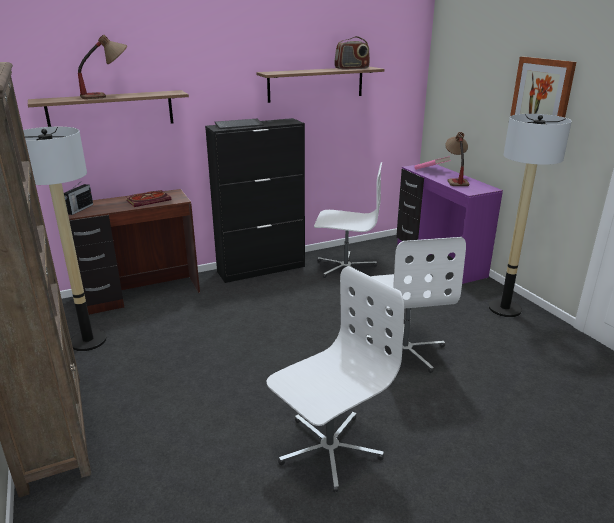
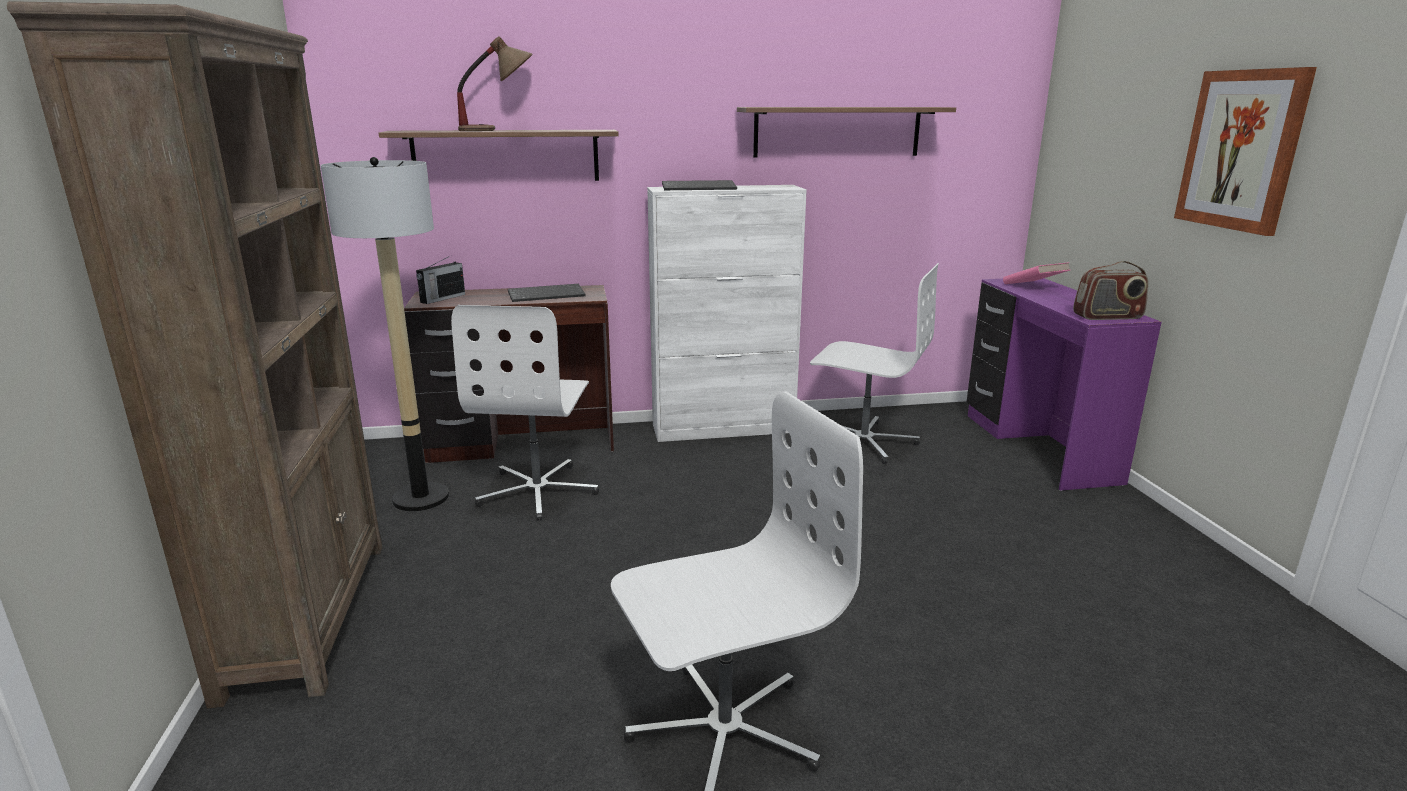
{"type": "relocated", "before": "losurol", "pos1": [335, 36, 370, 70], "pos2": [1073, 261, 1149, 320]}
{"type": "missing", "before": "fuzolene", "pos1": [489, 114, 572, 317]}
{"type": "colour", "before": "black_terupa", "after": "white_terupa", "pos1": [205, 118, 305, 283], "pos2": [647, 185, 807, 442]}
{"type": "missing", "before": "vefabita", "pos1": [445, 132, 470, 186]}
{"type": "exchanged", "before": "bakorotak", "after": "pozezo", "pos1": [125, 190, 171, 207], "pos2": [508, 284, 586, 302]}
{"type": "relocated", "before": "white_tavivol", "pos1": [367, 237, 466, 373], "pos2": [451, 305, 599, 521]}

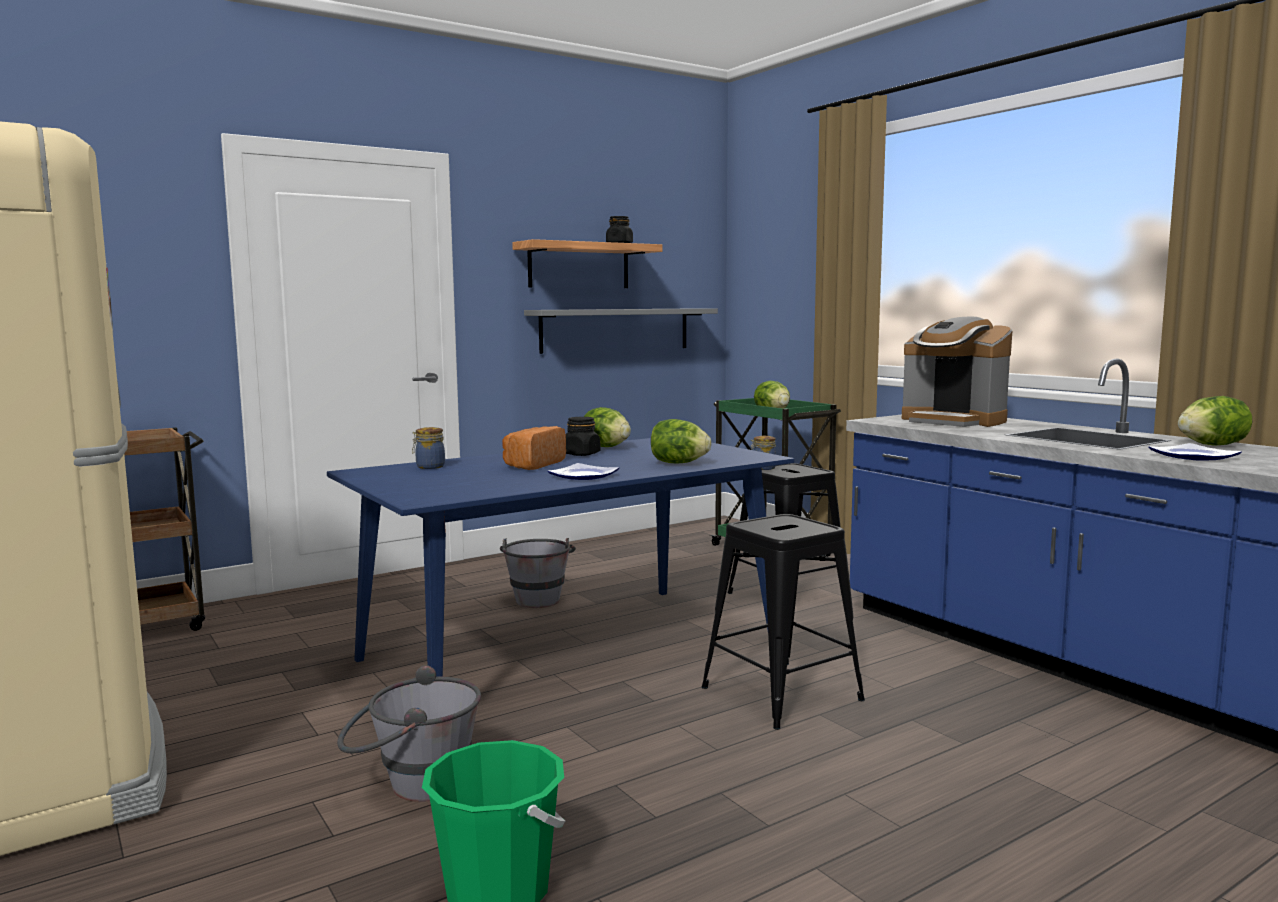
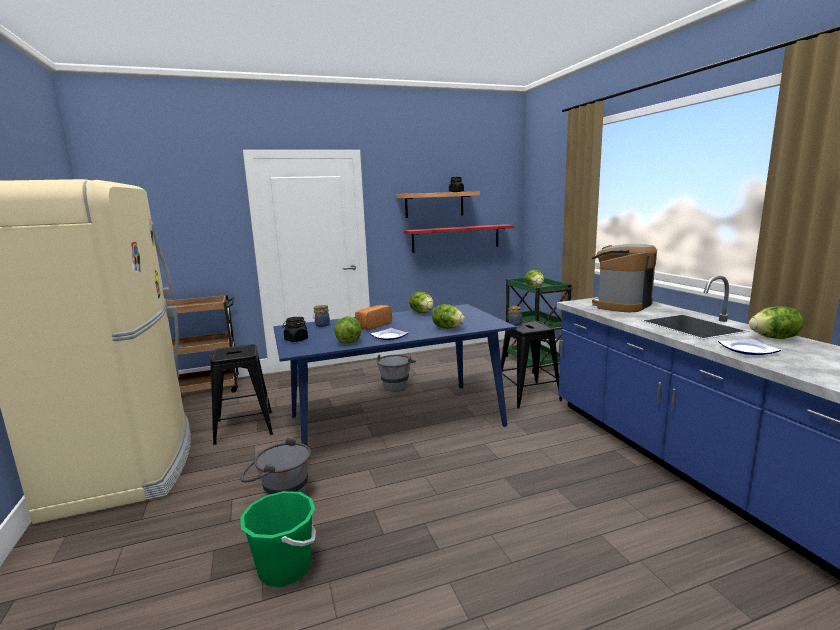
{"type": "colour", "before": "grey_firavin", "after": "red_firavin", "pos1": [524, 308, 718, 354], "pos2": [403, 224, 515, 253]}
{"type": "spun", "before": "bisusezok", "pos1": [902, 317, 1012, 427], "pos2": [592, 244, 657, 312], "turn": 75}
{"type": "relocated", "before": "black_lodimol", "pos1": [566, 417, 600, 456], "pos2": [283, 317, 308, 342]}
{"type": "relocated", "before": "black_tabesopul", "pos1": [702, 514, 865, 730], "pos2": [210, 344, 273, 445]}
{"type": "appeared", "after": "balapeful", "pos2": [334, 316, 361, 344]}

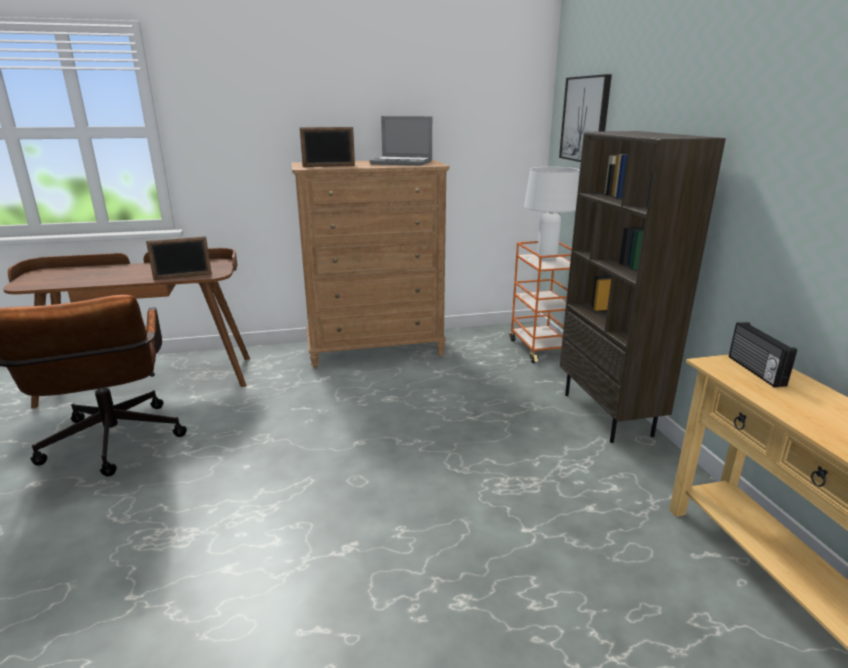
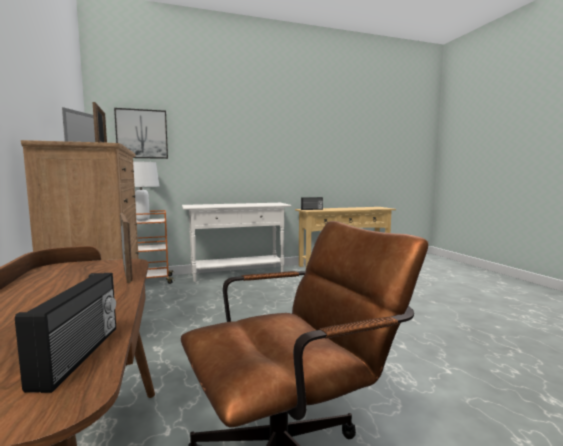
{"type": "exchanged", "before": "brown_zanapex", "after": "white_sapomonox", "pos1": [560, 131, 726, 443], "pos2": [182, 203, 291, 282]}
{"type": "appeared", "after": "losurol", "pos2": [15, 273, 116, 393]}

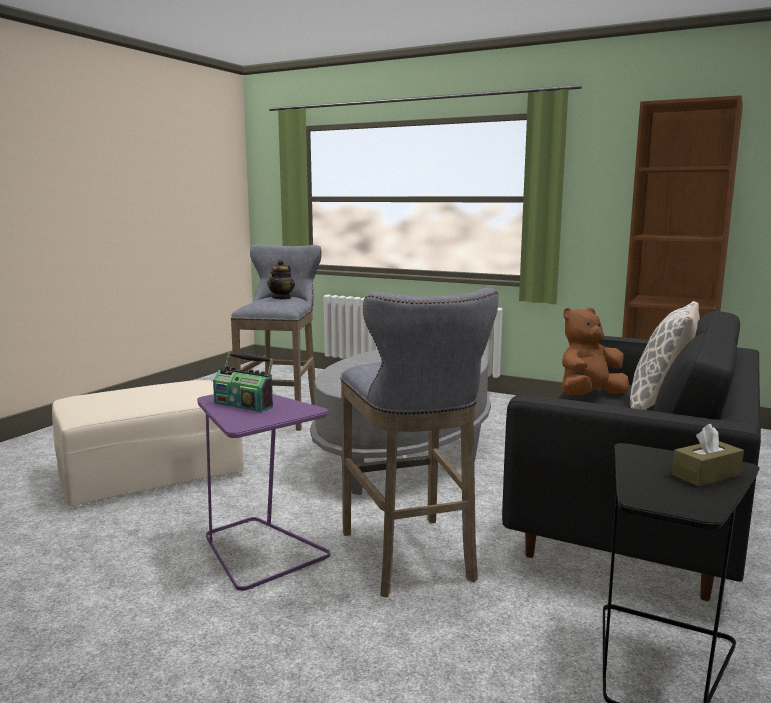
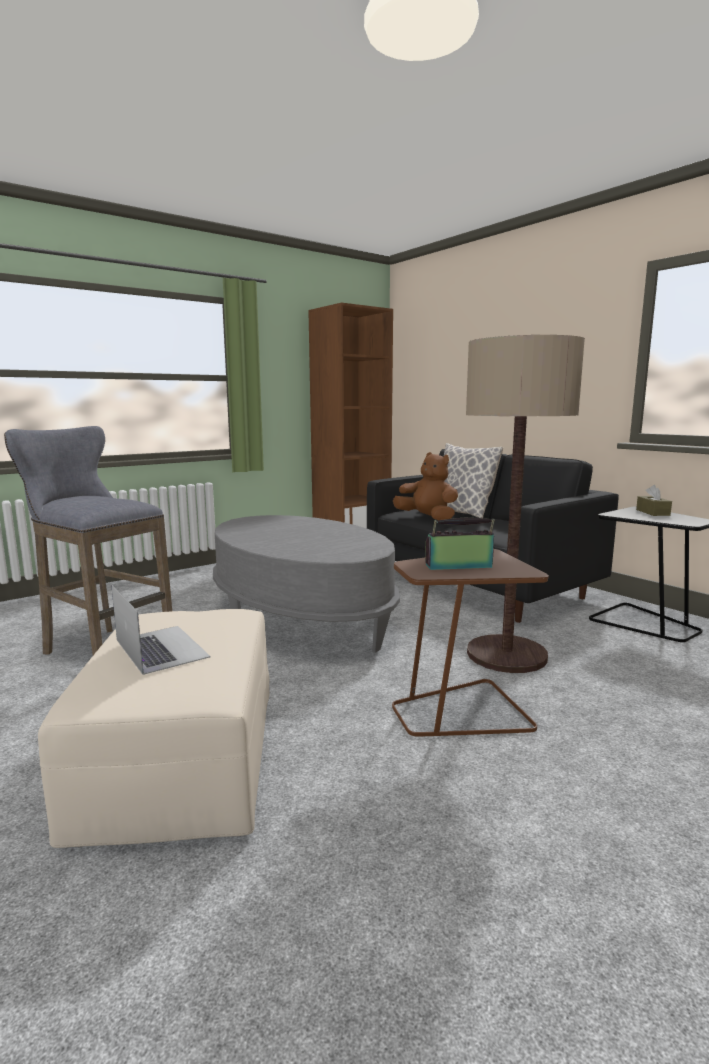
{"type": "missing", "before": "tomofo", "pos1": [267, 260, 295, 299]}
{"type": "exchanged", "before": "grey_tabesopul", "after": "fuzolene", "pos1": [340, 288, 498, 597], "pos2": [466, 335, 585, 673]}
{"type": "spun", "before": "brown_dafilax", "pos1": [562, 307, 629, 395], "pos2": [393, 452, 458, 520], "turn": 135}
{"type": "spun", "before": "losurol", "pos1": [213, 352, 273, 412], "pos2": [425, 518, 495, 570], "turn": -150}
{"type": "colour", "before": "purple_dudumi", "after": "brown_dudumi", "pos1": [197, 394, 330, 591], "pos2": [392, 549, 549, 736]}
{"type": "appeared", "after": "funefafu", "pos2": [111, 585, 211, 675]}

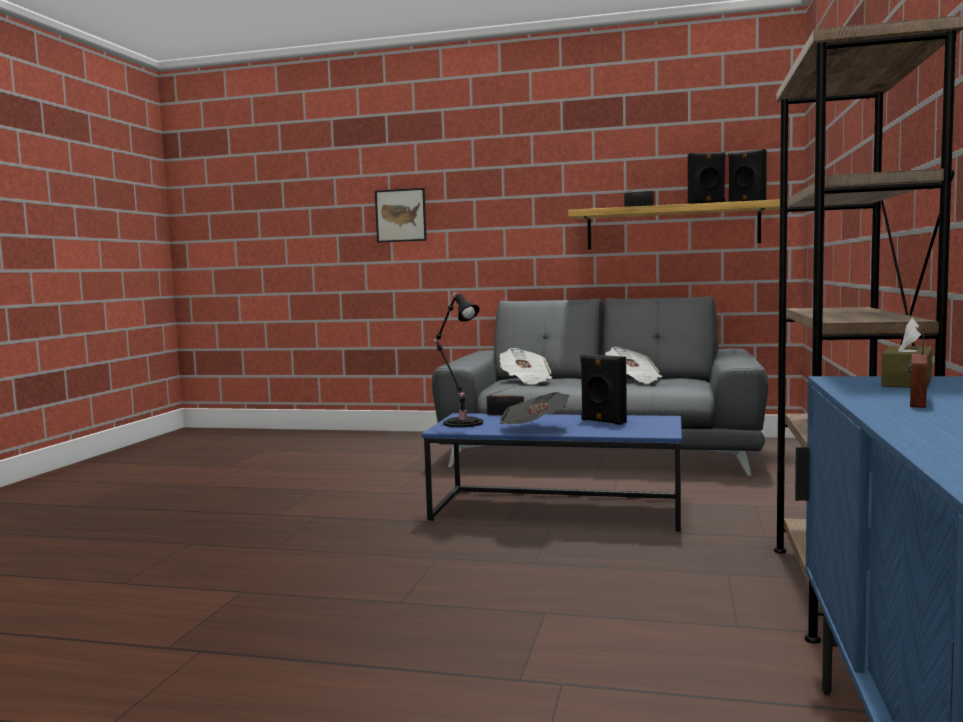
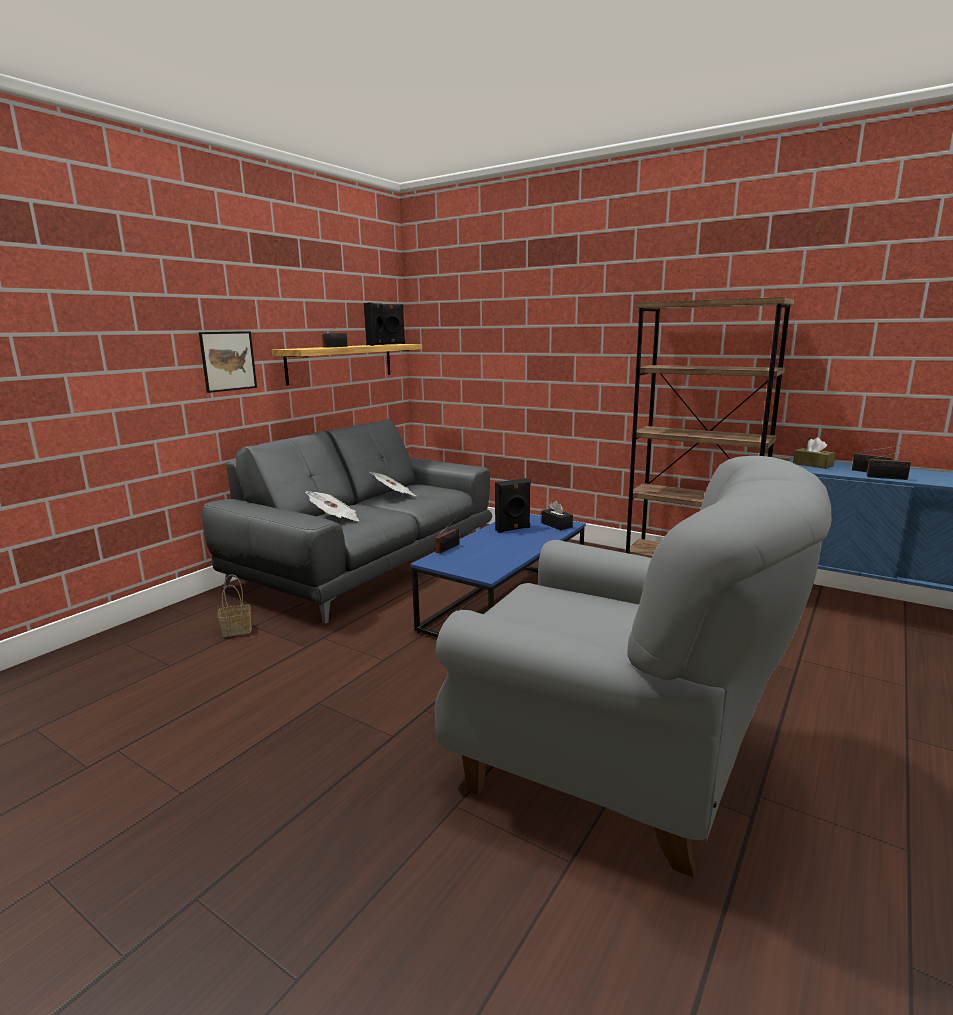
{"type": "relocated", "before": "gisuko", "pos1": [375, 188, 427, 243], "pos2": [199, 331, 257, 393]}
{"type": "missing", "before": "black_vefabita", "pos1": [433, 293, 483, 427]}
{"type": "missing", "before": "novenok", "pos1": [499, 392, 569, 424]}
{"type": "appeared", "after": "losurol", "pos2": [867, 448, 918, 480]}
{"type": "appeared", "after": "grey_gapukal", "pos2": [435, 456, 832, 878]}
{"type": "appeared", "after": "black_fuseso", "pos2": [541, 501, 573, 530]}
{"type": "appeared", "after": "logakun", "pos2": [218, 574, 252, 637]}

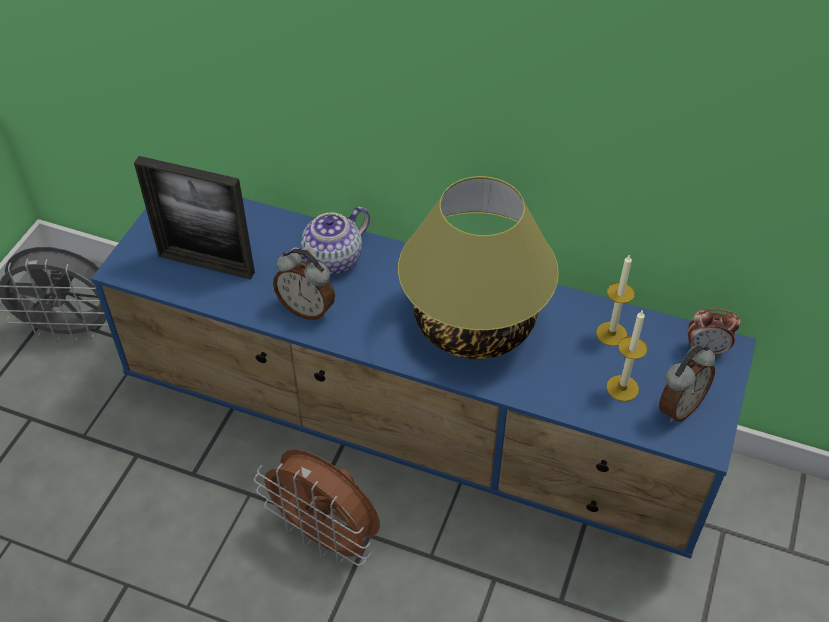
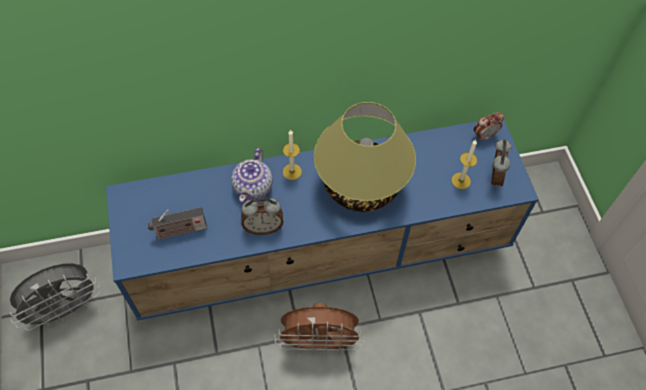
{"type": "exchanged", "before": "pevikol", "after": "losurol", "pos1": [134, 156, 255, 279], "pos2": [148, 207, 207, 240]}
{"type": "relocated", "before": "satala", "pos1": [596, 254, 635, 346], "pos2": [283, 130, 302, 180]}

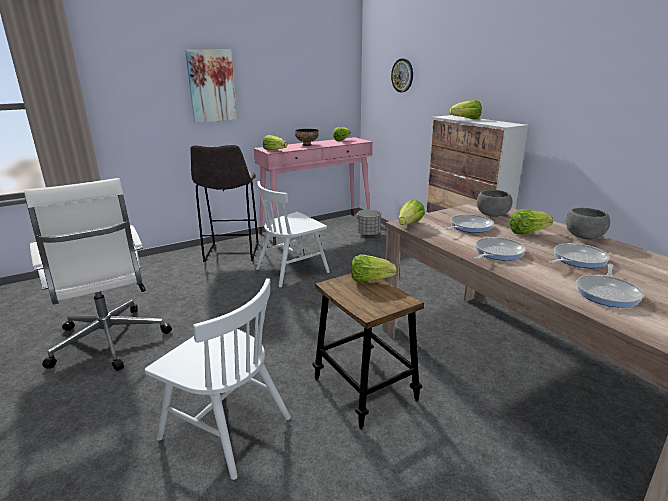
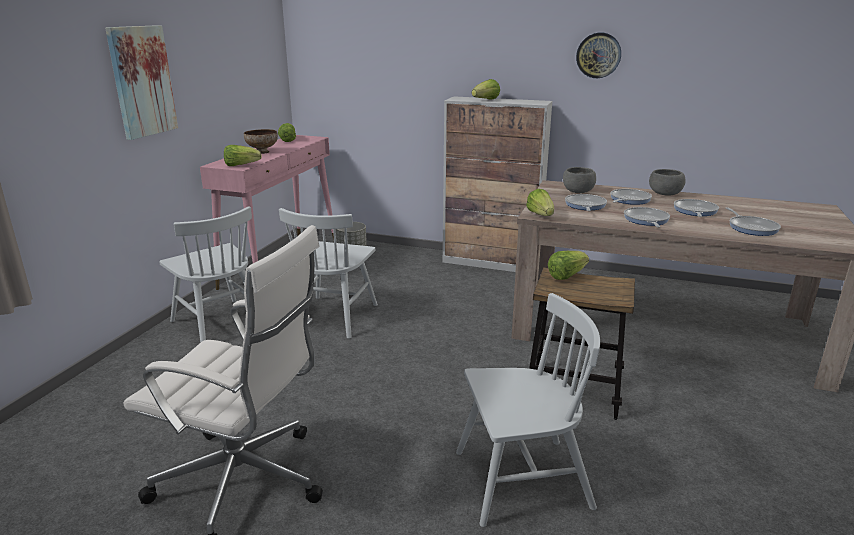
{"type": "relocated", "before": "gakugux", "pos1": [391, 59, 413, 92], "pos2": [576, 33, 621, 78]}
{"type": "exchanged", "before": "grey_tabesopul", "after": "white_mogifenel", "pos1": [190, 145, 259, 262], "pos2": [159, 206, 252, 343]}
{"type": "exchanged", "before": "balapeful", "after": "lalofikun", "pos1": [510, 209, 553, 234], "pos2": [610, 189, 652, 205]}

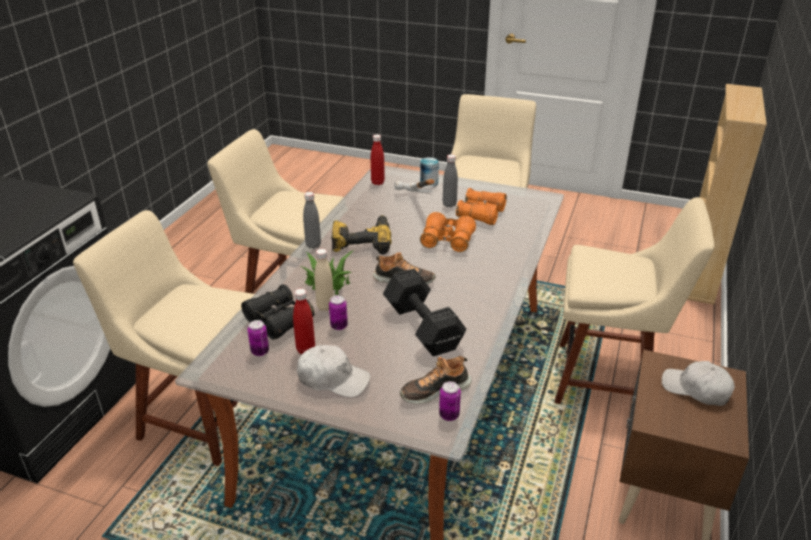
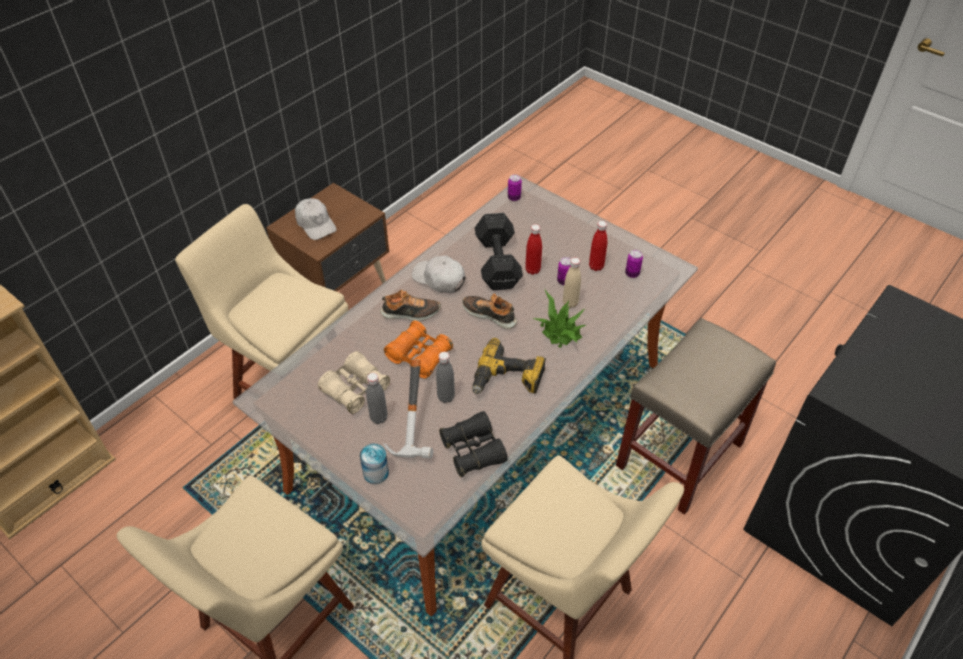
{"type": "relocated", "before": "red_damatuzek", "pos1": [371, 134, 385, 185], "pos2": [525, 224, 542, 275]}
{"type": "colour", "before": "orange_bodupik", "after": "beige_bodupik", "pos1": [456, 188, 507, 225], "pos2": [318, 351, 390, 414]}
{"type": "relocated", "before": "grey_damatuzek", "pos1": [303, 192, 321, 249], "pos2": [436, 352, 455, 403]}
{"type": "exchanged", "before": "beige_mogifenel", "after": "beige_tabesopul", "pos1": [73, 210, 254, 466], "pos2": [616, 318, 776, 515]}
{"type": "relocated", "before": "black_bodupik", "pos1": [241, 284, 315, 340], "pos2": [439, 411, 508, 477]}
{"type": "relocated", "before": "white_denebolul", "pos1": [297, 345, 370, 398], "pos2": [412, 256, 466, 293]}
{"type": "relocated", "before": "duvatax", "pos1": [400, 356, 472, 404], "pos2": [380, 290, 441, 321]}

